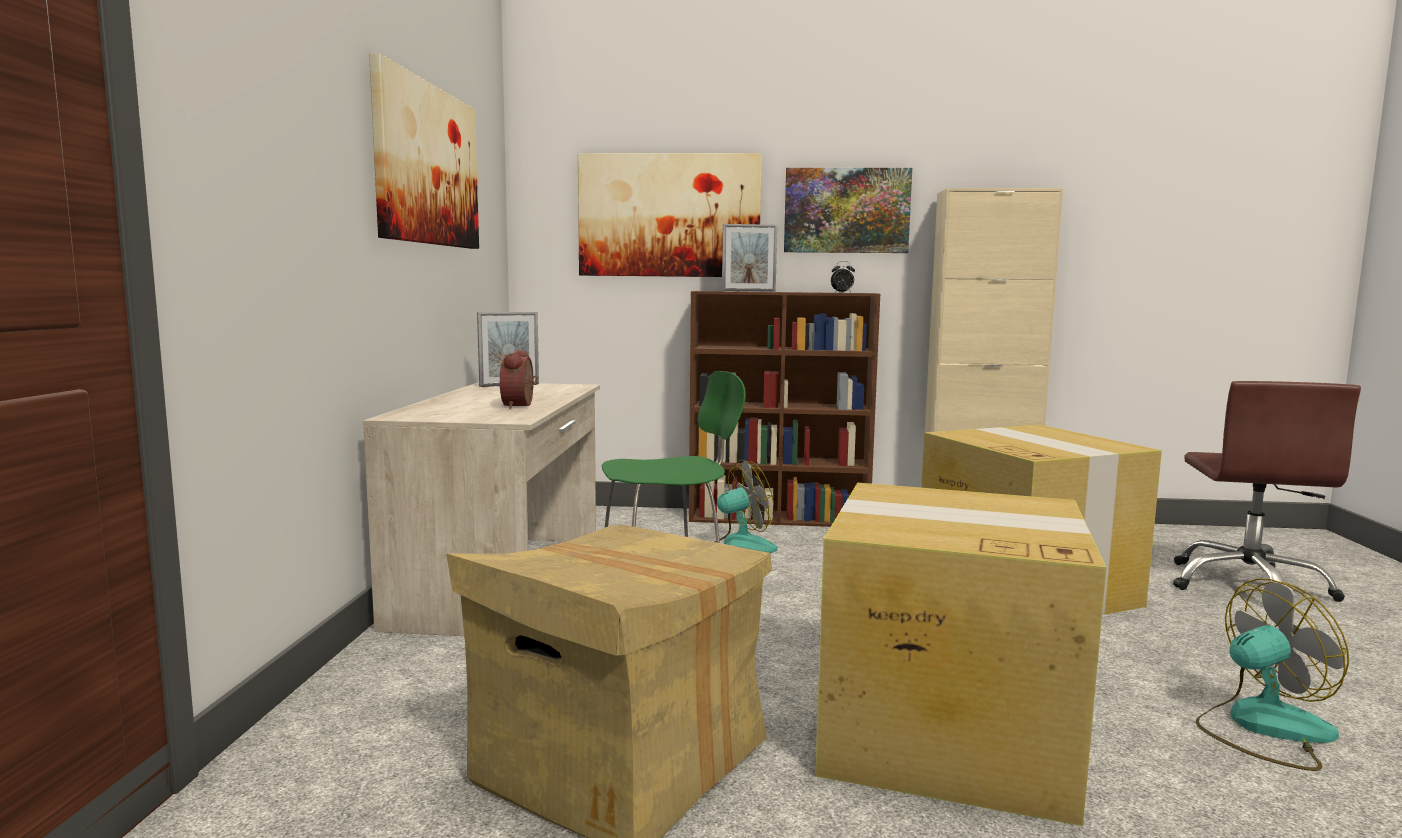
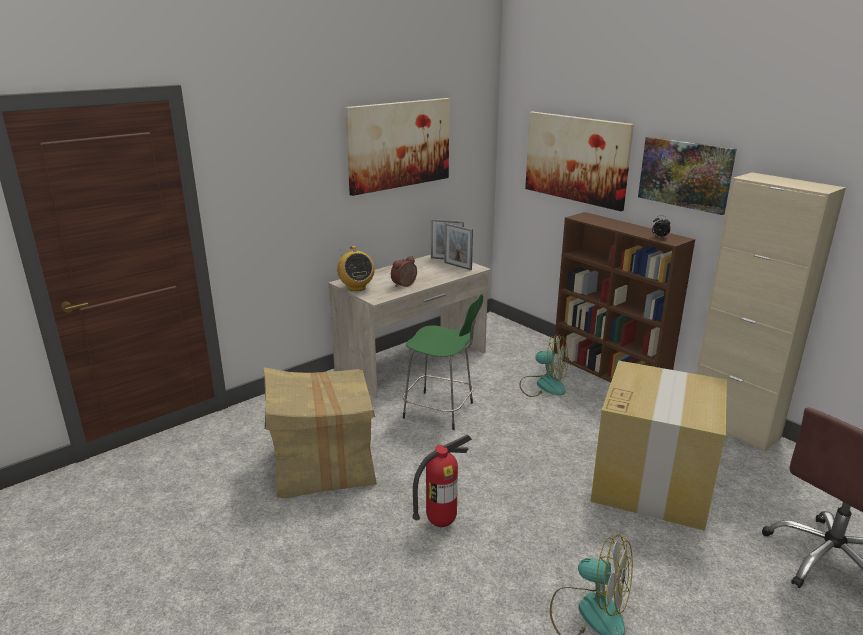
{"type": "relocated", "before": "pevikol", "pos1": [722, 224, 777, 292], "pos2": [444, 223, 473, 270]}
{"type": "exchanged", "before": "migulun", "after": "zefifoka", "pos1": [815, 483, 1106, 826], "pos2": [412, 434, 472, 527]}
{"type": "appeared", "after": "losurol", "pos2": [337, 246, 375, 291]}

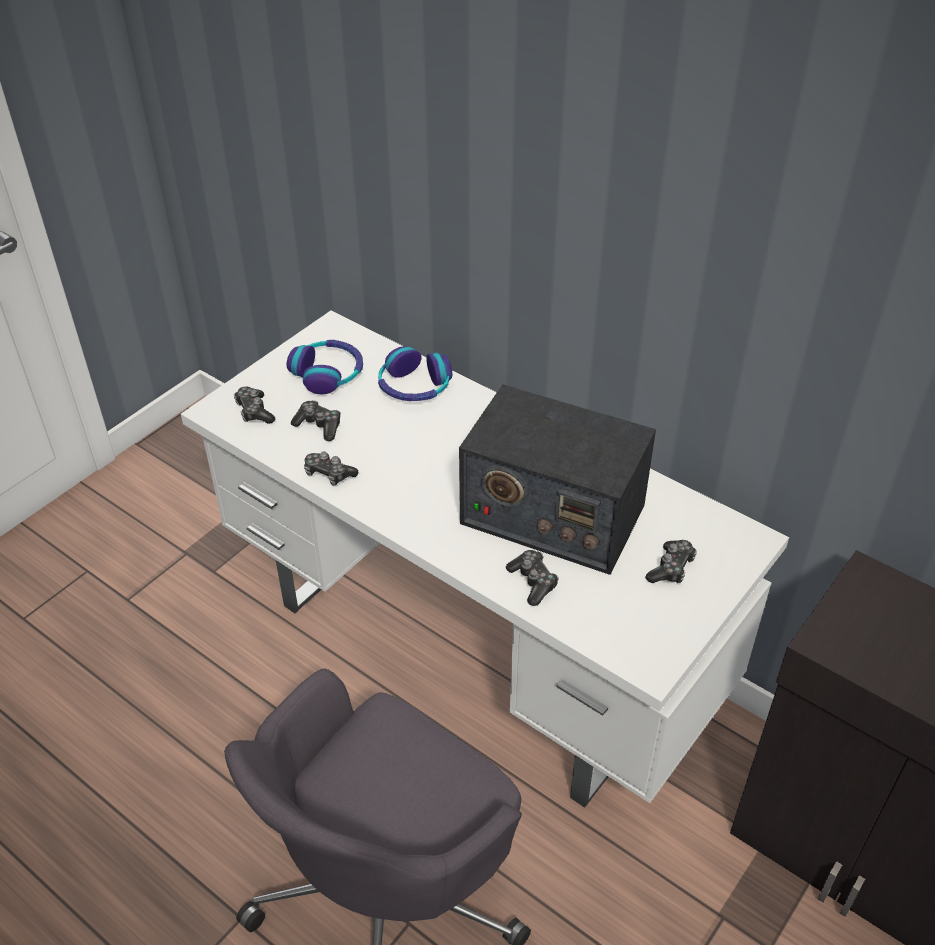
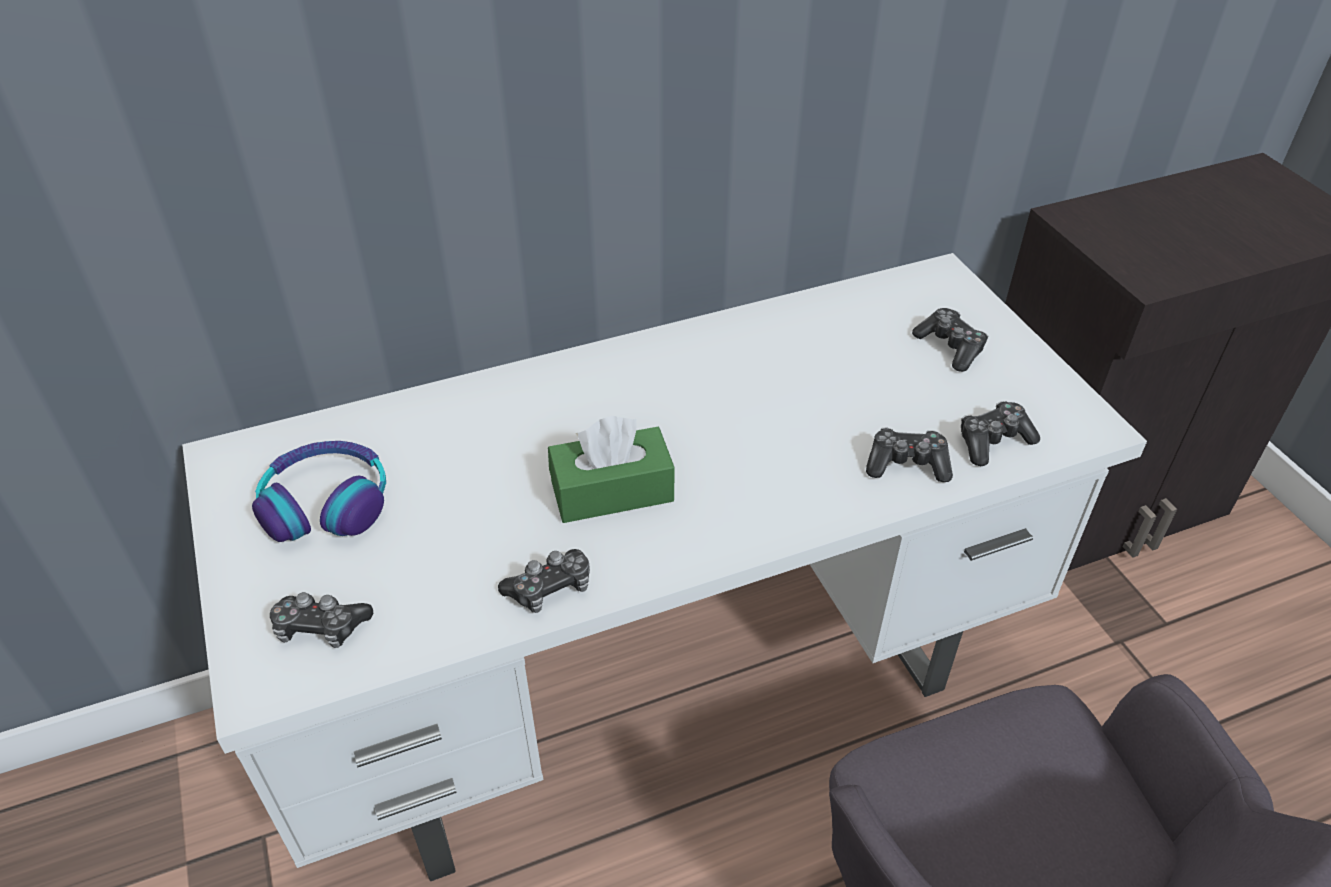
{"type": "missing", "before": "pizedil", "pos1": [378, 346, 452, 401]}
{"type": "missing", "before": "losurol", "pos1": [459, 384, 656, 575]}
{"type": "relocated", "before": "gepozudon", "pos1": [291, 401, 341, 441], "pos2": [961, 401, 1040, 466]}
{"type": "appeared", "after": "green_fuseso", "pos2": [548, 416, 674, 523]}

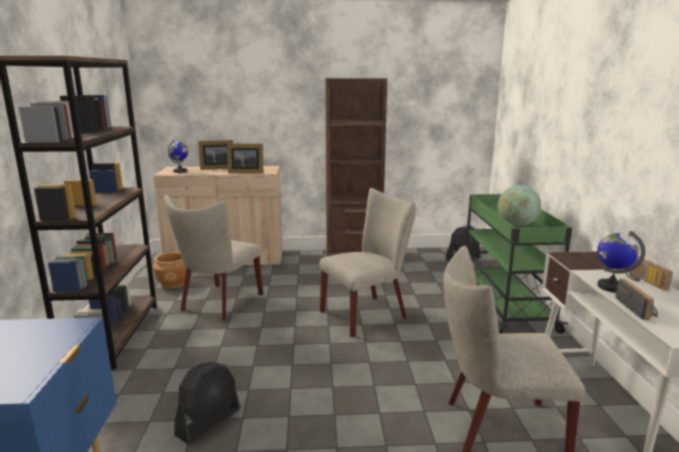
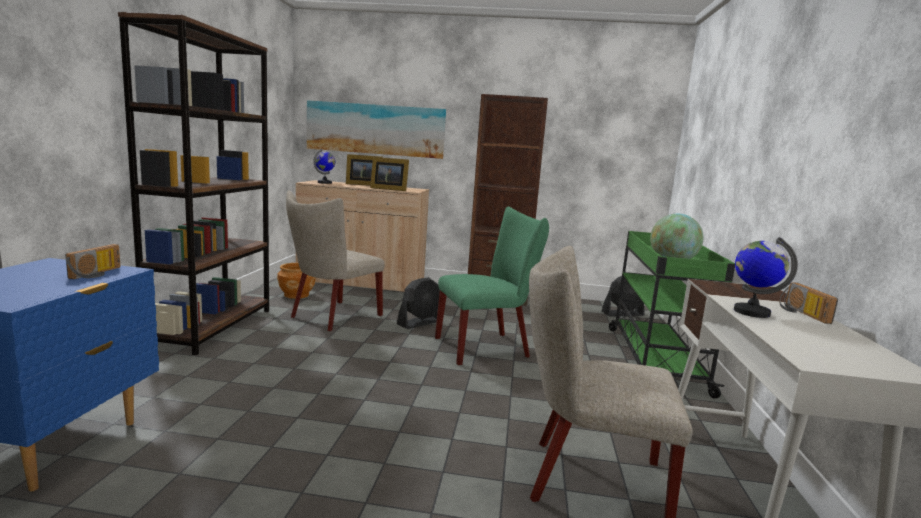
{"type": "colour", "before": "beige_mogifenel", "after": "green_mogifenel", "pos1": [319, 188, 416, 337], "pos2": [435, 207, 549, 365]}
{"type": "relocated", "before": "losurol", "pos1": [615, 279, 658, 320], "pos2": [66, 244, 120, 279]}
{"type": "relocated", "before": "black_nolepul", "pos1": [174, 362, 240, 445], "pos2": [397, 277, 440, 329]}
{"type": "appeared", "after": "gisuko", "pos2": [307, 100, 446, 159]}

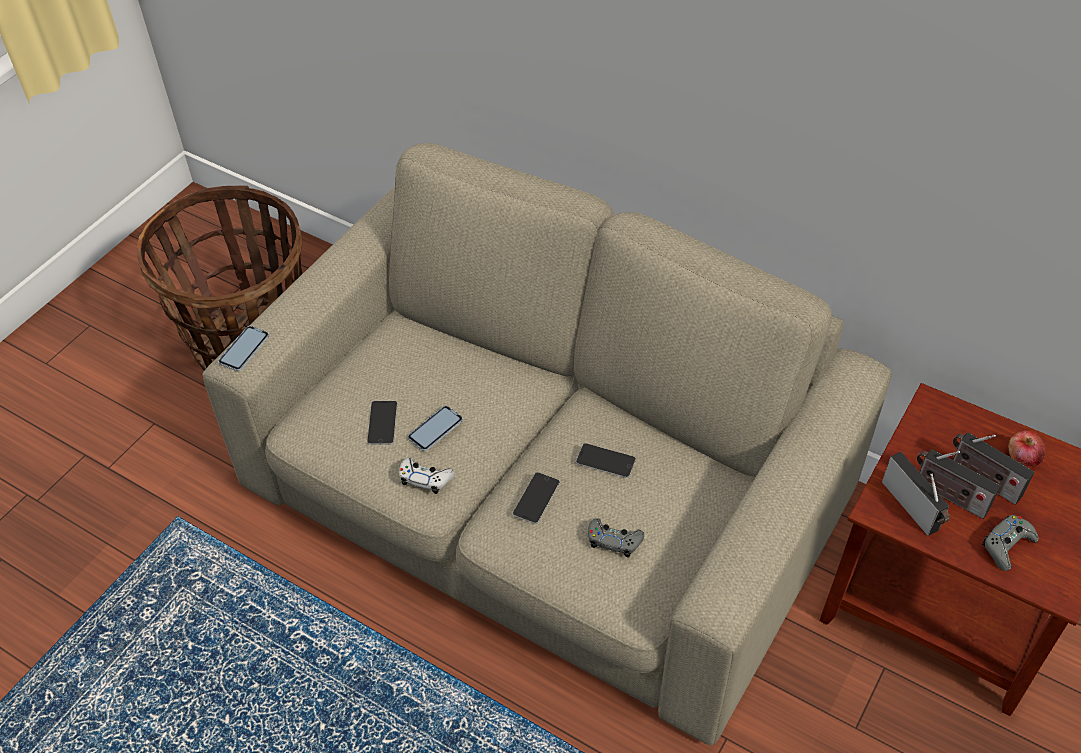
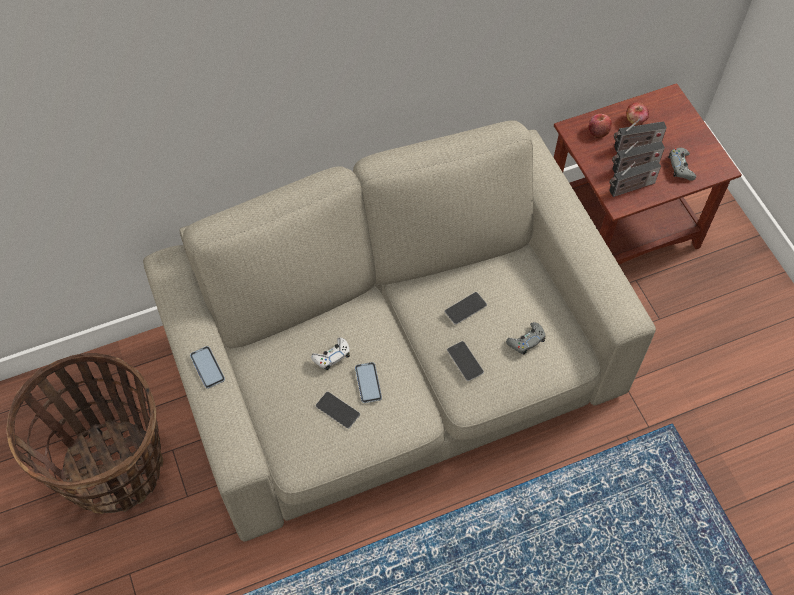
{"type": "relocated", "before": "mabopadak", "pos1": [218, 326, 269, 371], "pos2": [190, 346, 225, 389]}
{"type": "spun", "before": "losurol", "pos1": [882, 452, 950, 536], "pos2": [609, 160, 661, 197], "turn": 150}
{"type": "relocated", "before": "white_gepozudon", "pos1": [399, 458, 454, 494], "pos2": [311, 337, 350, 370]}
{"type": "appeared", "after": "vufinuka", "pos2": [589, 114, 612, 139]}

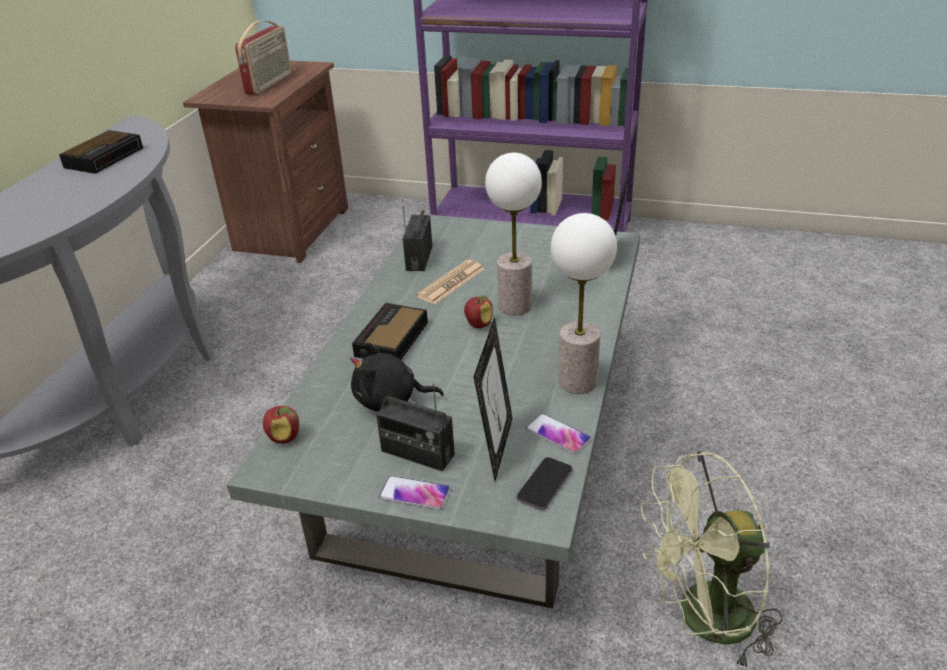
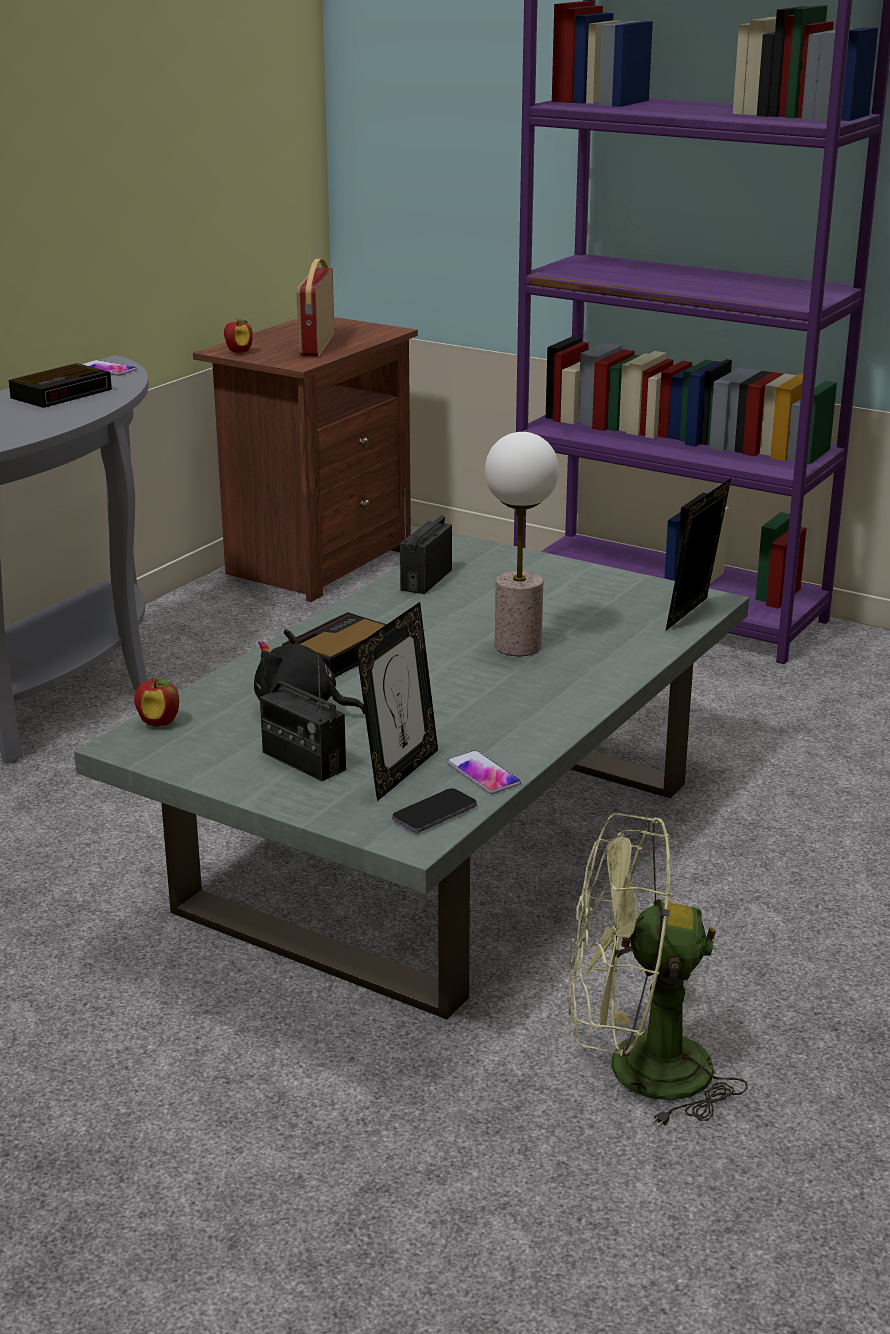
{"type": "spun", "before": "losurol", "pos1": [235, 20, 291, 95], "pos2": [296, 259, 334, 357], "turn": 150}
{"type": "missing", "before": "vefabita", "pos1": [551, 213, 617, 394]}
{"type": "missing", "before": "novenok", "pos1": [416, 260, 484, 304]}
{"type": "relocated", "before": "vufinuka", "pos1": [464, 295, 493, 329], "pos2": [224, 318, 253, 353]}
{"type": "relocated", "before": "mabopadak", "pos1": [379, 476, 450, 510], "pos2": [82, 360, 137, 376]}

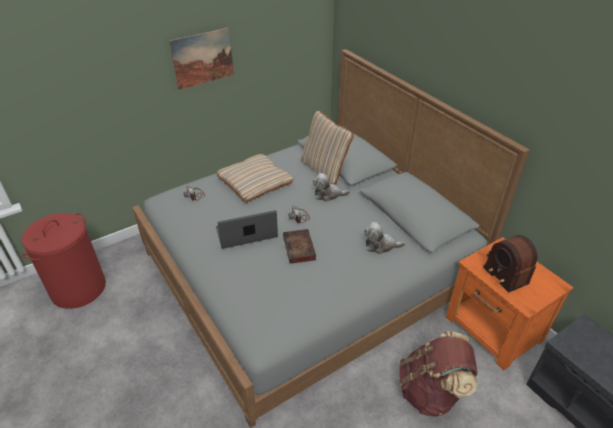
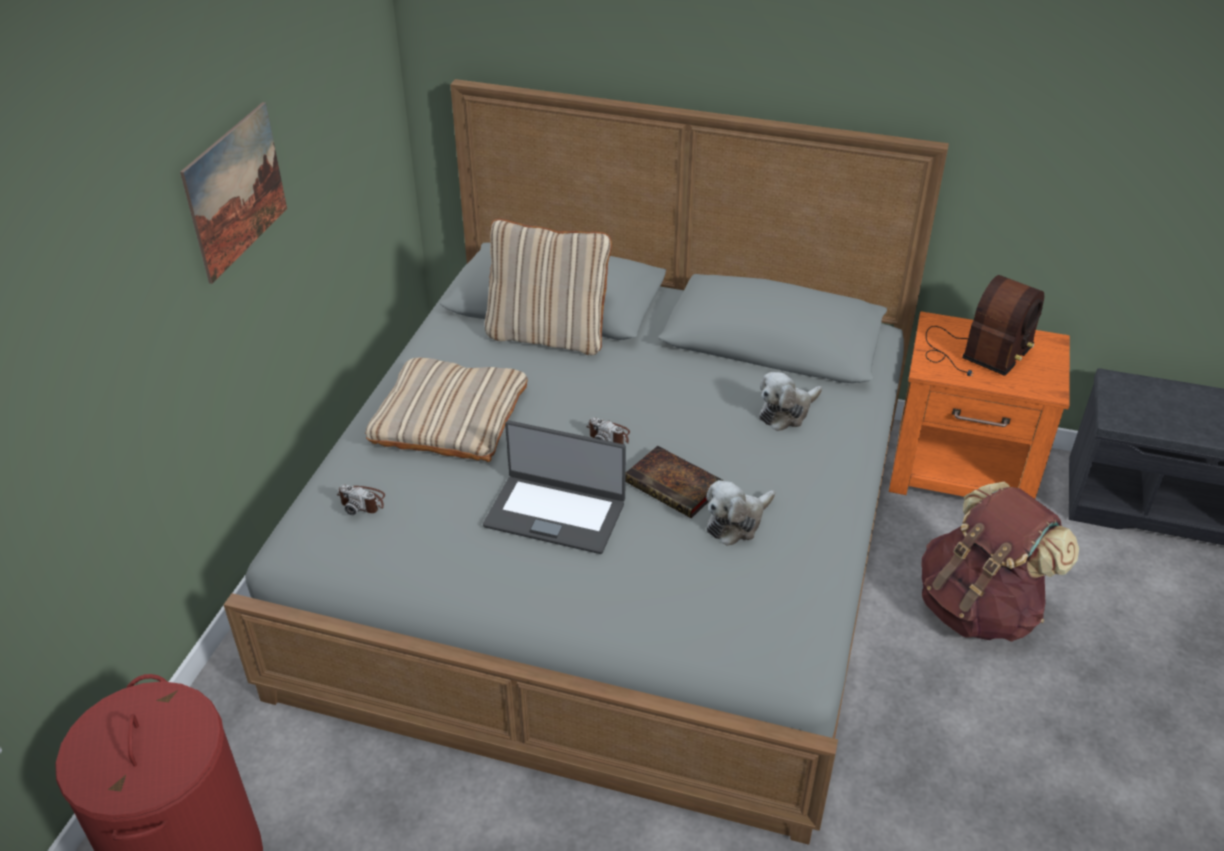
{"type": "relocated", "before": "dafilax", "pos1": [313, 173, 350, 202], "pos2": [706, 480, 775, 546]}
{"type": "spun", "before": "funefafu", "pos1": [216, 210, 278, 249], "pos2": [483, 420, 626, 554], "turn": -105}
{"type": "spun", "before": "losurol", "pos1": [483, 235, 537, 292], "pos2": [926, 275, 1044, 376], "turn": -75}

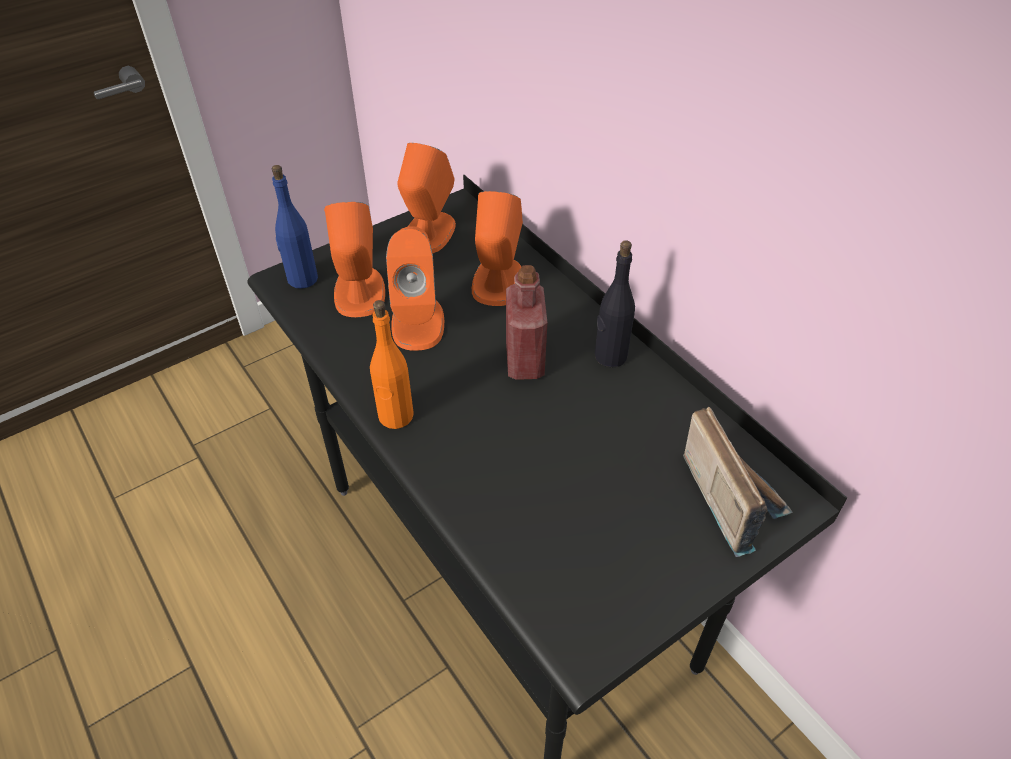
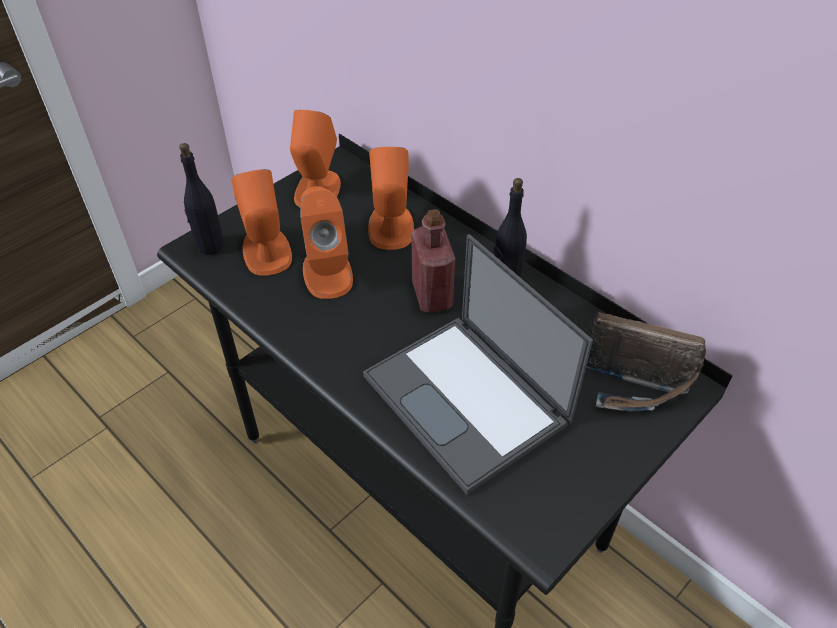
{"type": "colour", "before": "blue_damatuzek", "after": "black_damatuzek", "pos1": [272, 165, 318, 289], "pos2": [179, 143, 225, 255]}
{"type": "missing", "before": "orange_damatuzek", "pos1": [370, 300, 414, 429]}
{"type": "spun", "before": "losurol", "pos1": [683, 407, 793, 557], "pos2": [586, 312, 706, 411], "turn": 135}
{"type": "appeared", "after": "funefafu", "pos2": [363, 234, 593, 495]}

